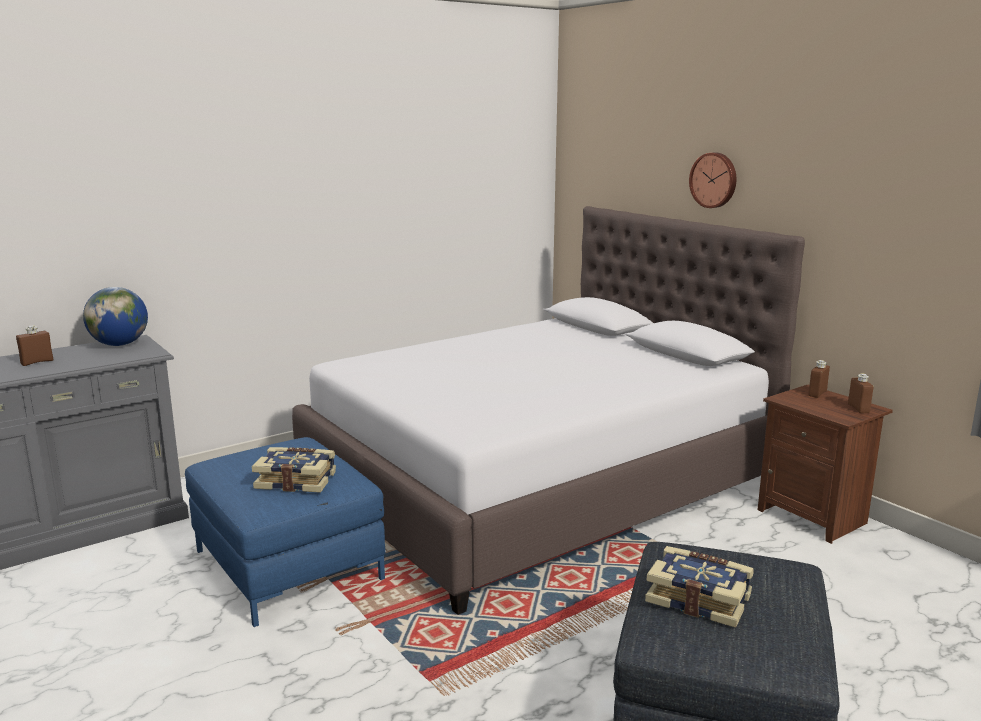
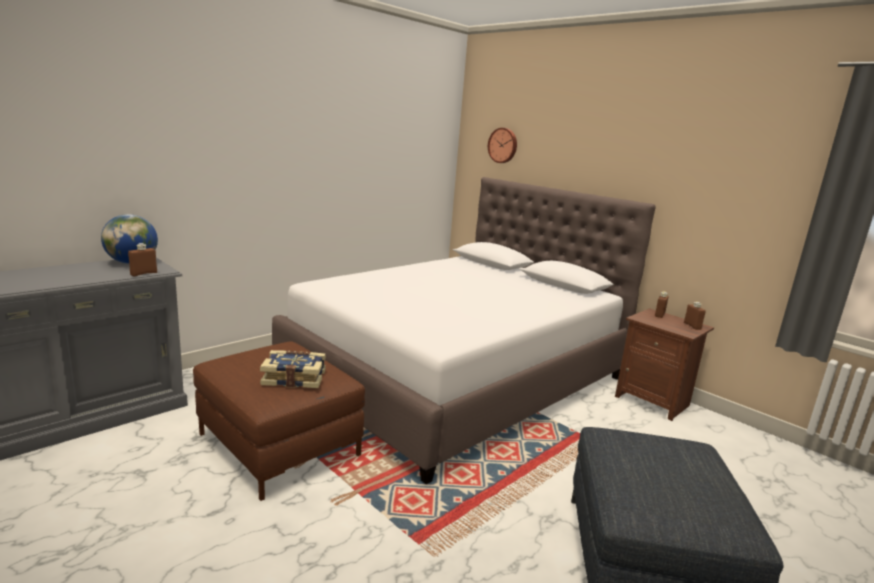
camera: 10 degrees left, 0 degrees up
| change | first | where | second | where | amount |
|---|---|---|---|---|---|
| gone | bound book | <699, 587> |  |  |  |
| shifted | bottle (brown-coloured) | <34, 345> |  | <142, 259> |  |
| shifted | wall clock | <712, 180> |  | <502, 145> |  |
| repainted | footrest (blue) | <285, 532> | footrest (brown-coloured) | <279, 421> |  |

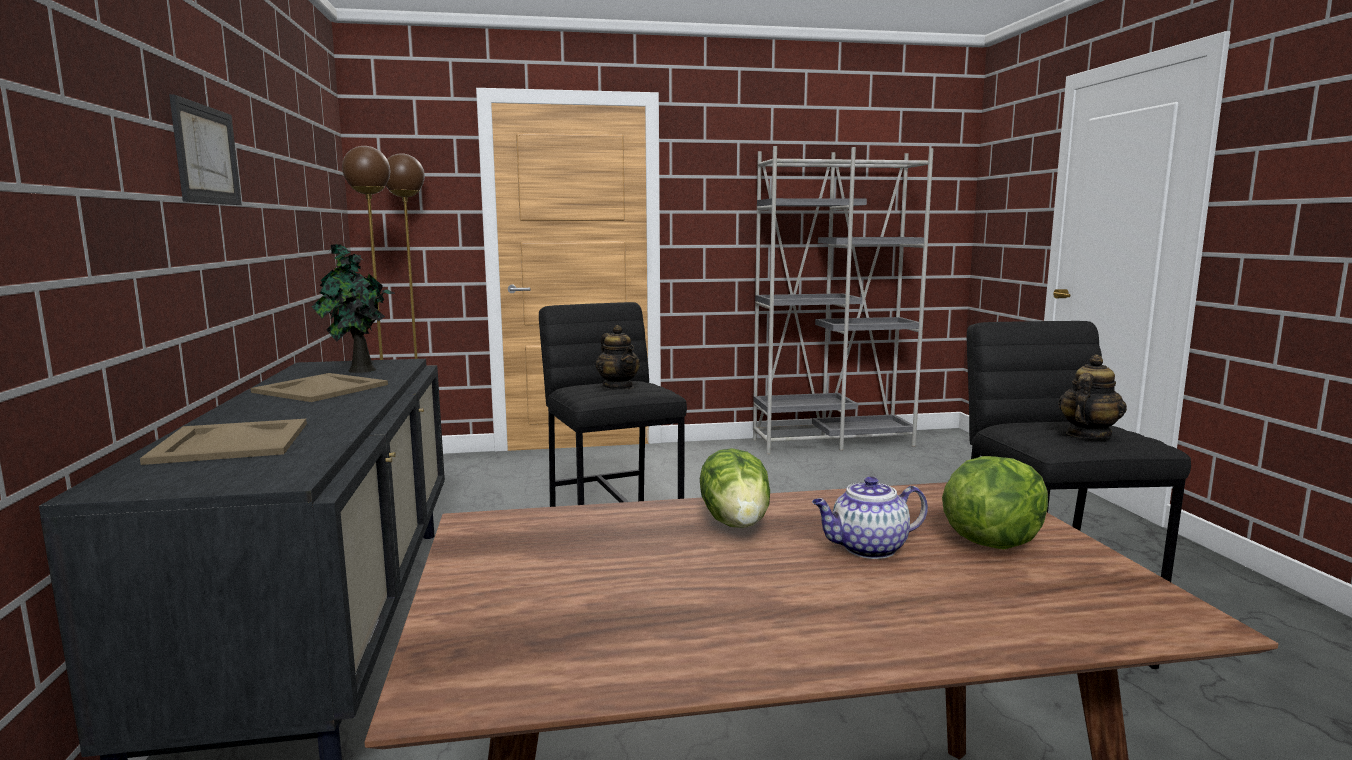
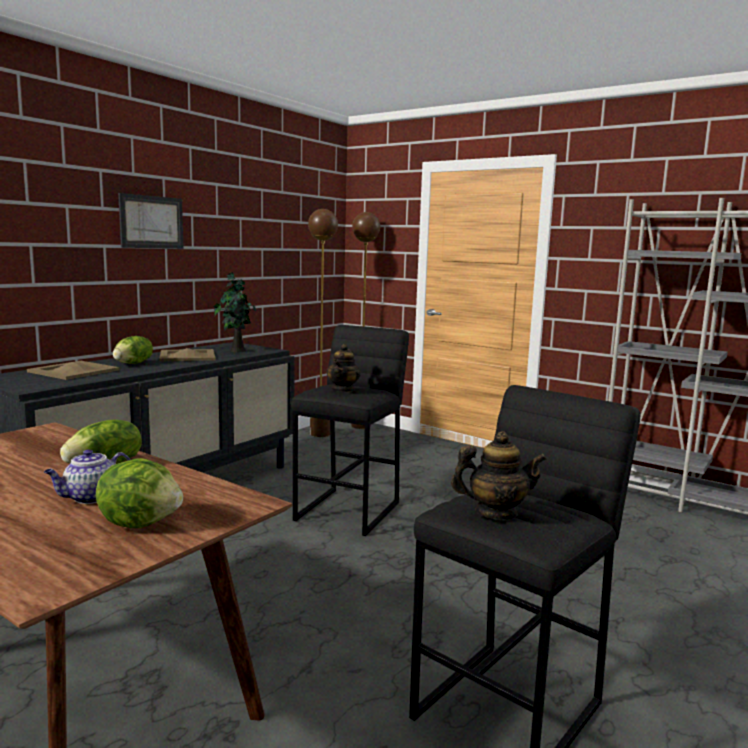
camera: 45 degrees right, 0 degrees up
| change | first | where | second | where | amount |
|---|---|---|---|---|---|
| new |  |  | head of lettuce | <133, 350> |  |
| rotated | tea pot | <870, 517> |  | <87, 476> | 75 degrees counterclockwise |

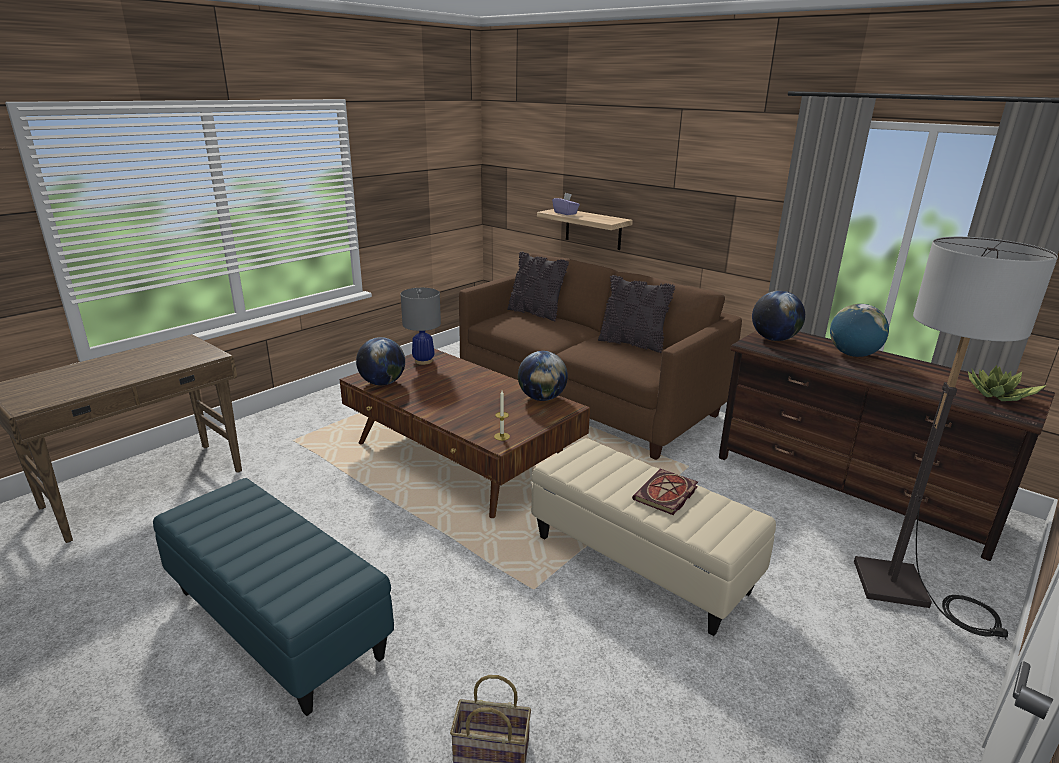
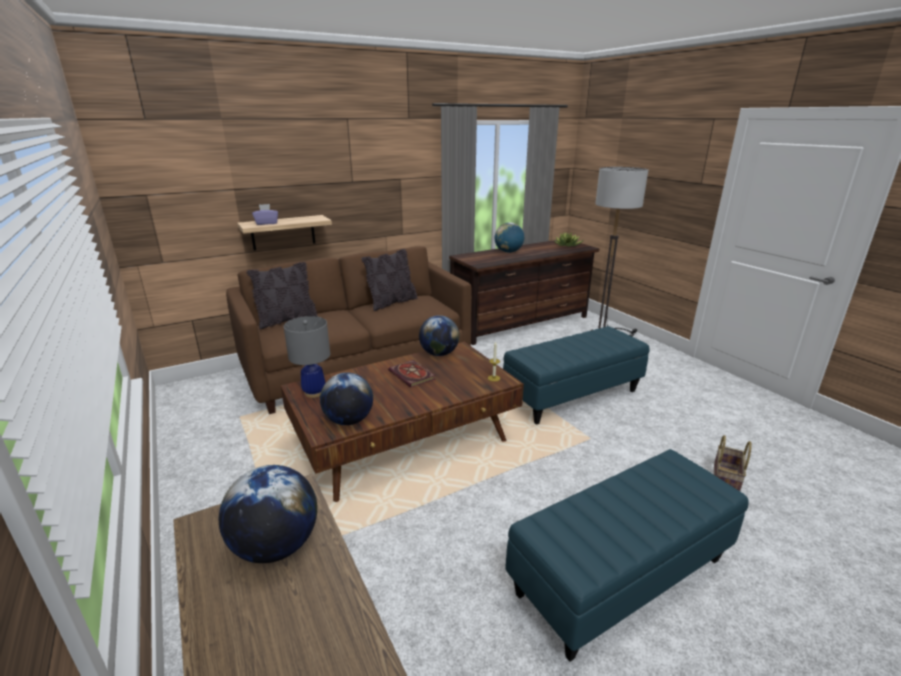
camera: 70 degrees left, 0 degrees up
| change | first | where | second | where | amount |
|---|---|---|---|---|---|
| shifted | bound book | <665, 492> |  | <411, 374> |  |
| shifted | world globe | <778, 316> |  | <268, 514> |  |
| repainted | footrest (sand-coloured) | <653, 537> | footrest (blue) | <576, 375> |  |

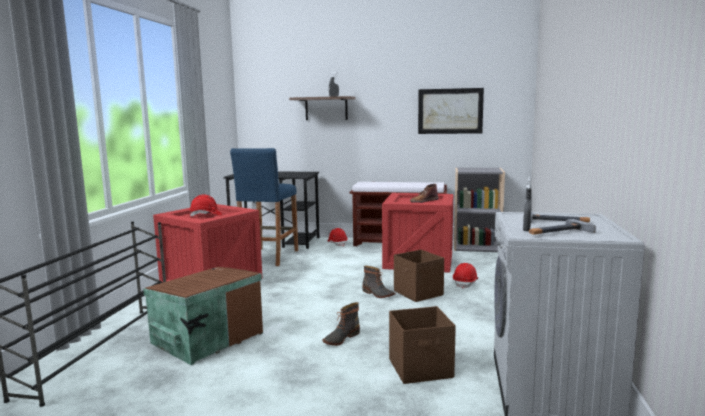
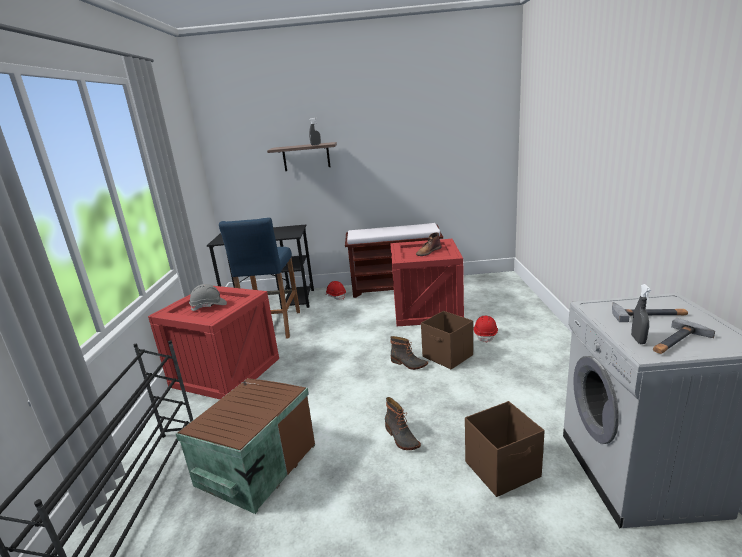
camera: 10 degrees left, 10 degrees up
| change | first | where | second | where | amount |
|---|---|---|---|---|---|
| gone | wall picture | <451, 111> |  |  |  |
| gone | shelving unit (greyish) | <479, 210> |  |  |  |
| repainted | work helmet (red-coloured) | <205, 205> | work helmet (greyish) | <208, 297> |  |
| rotated | boot | <341, 324> |  | <403, 423> | 60 degrees counterclockwise |

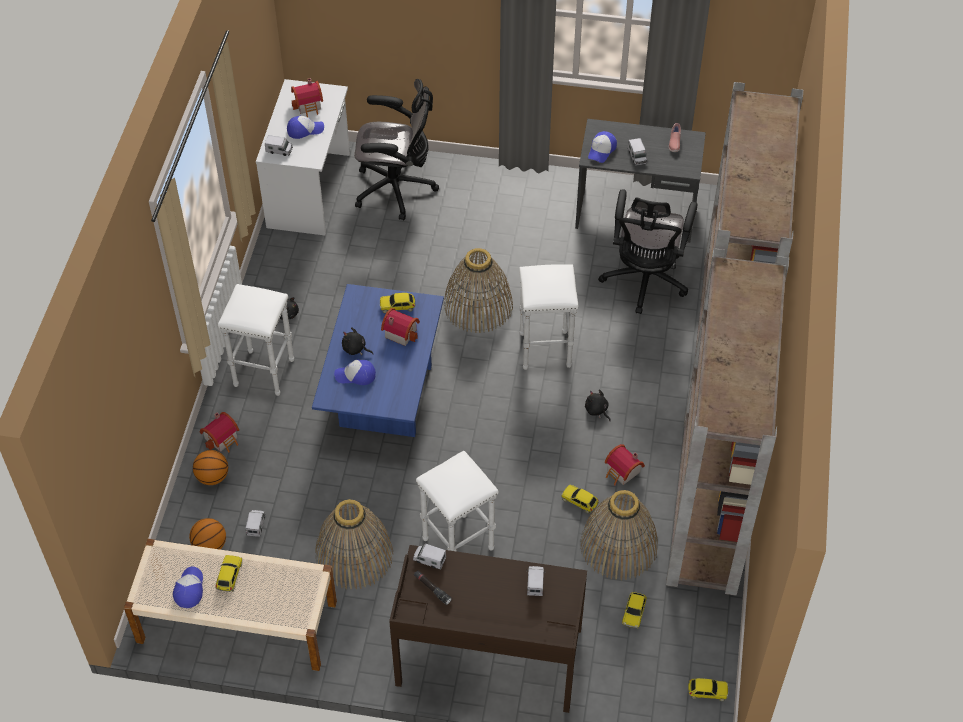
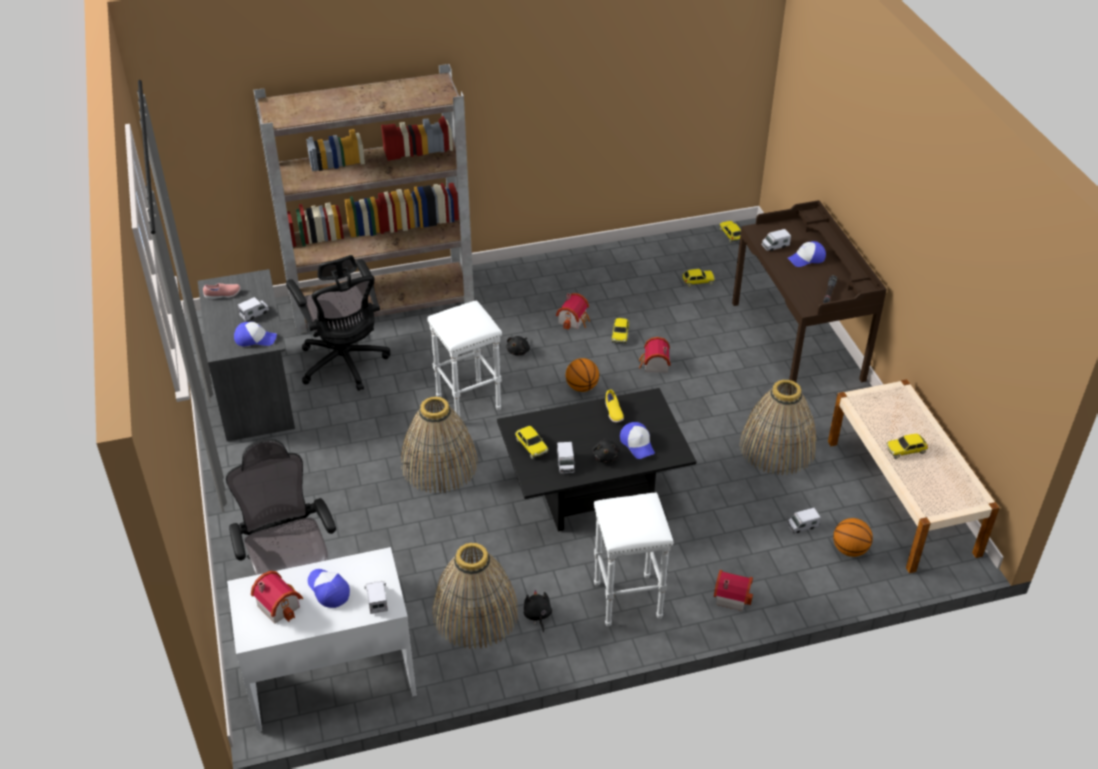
camera: 115 degrees left, 10 degrees down
| change | first | where | second | where | amount |
|---|---|---|---|---|---|
| gone | sitting stool (white) | <457, 501> |  |  |  |
| gone | shelving unit (brown-coloured) | <727, 422> |  |  |  |
| new |  |  | item of footwear (yellowish) | <614, 406> |  |
| shifted | baseball cap | <188, 587> |  | <807, 254> |  |
| shifted | basketball ball | <210, 467> |  | <582, 375> |  |
| shifted | miniature house | <400, 327> |  | <655, 355> |  |
| shifted | model truck | <429, 556> |  | <566, 458> |  |
| shifted | household basket | <619, 535> |  | <475, 596> |  |
| repainted | lounge table (blue) | <378, 360> | lounge table (black-coloured) | <596, 459> |  |
| rotated | computer chair | <647, 251> |  | <338, 323> | 75 degrees clockwise |

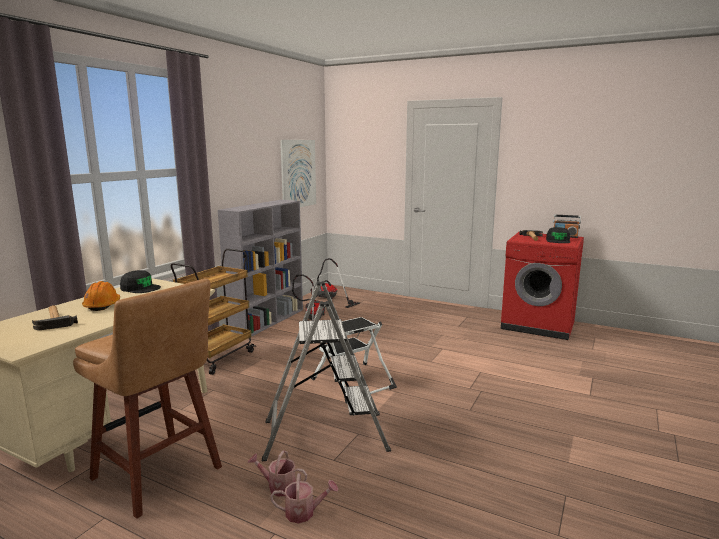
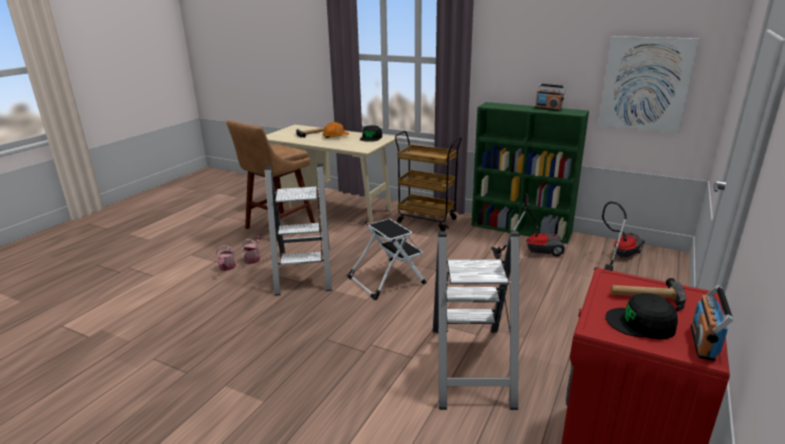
camera: 90 degrees right, 10 degrees up
| change | first | where | second | where | amount |
|---|---|---|---|---|---|
| new |  |  | stepladder (greyish) | <476, 320> |  |
| new |  |  | radio | <550, 97> |  |
| repainted | shelving unit (greyish) | <260, 268> | shelving unit (green) | <530, 173> |  |

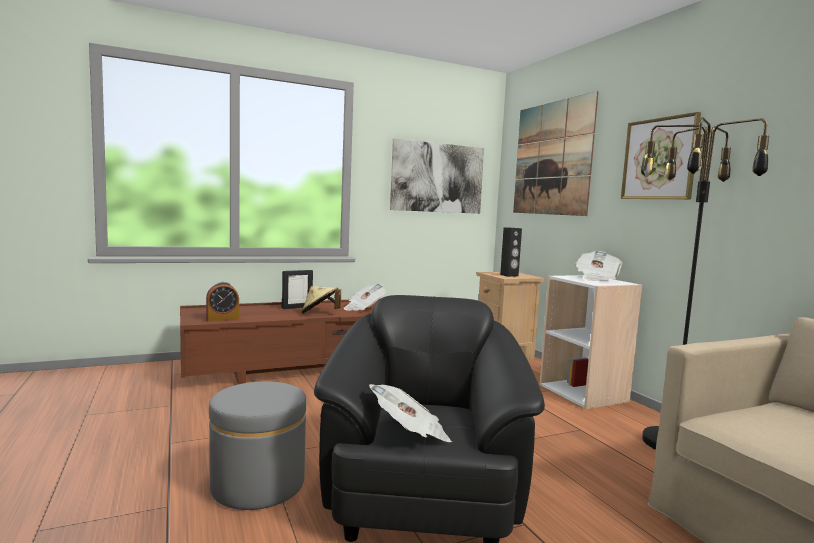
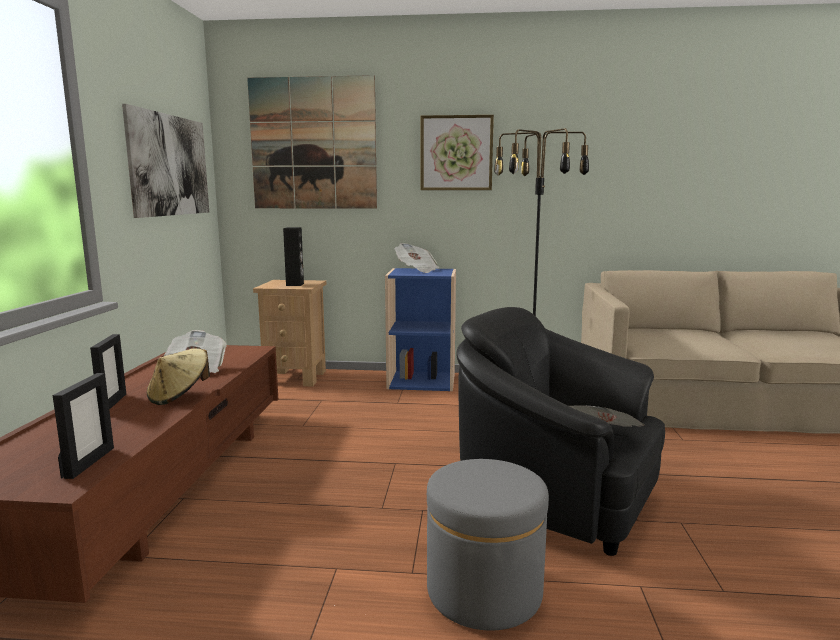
camera: 60 degrees left, 5 degrees up
| change | first | where | second | where | amount |
|---|---|---|---|---|---|
| swapped | bedside clock | <222, 301> | photo frame | <83, 426> |  |
| repainted | shelving unit (white) | <590, 342> | shelving unit (blue) | <420, 329> |  |

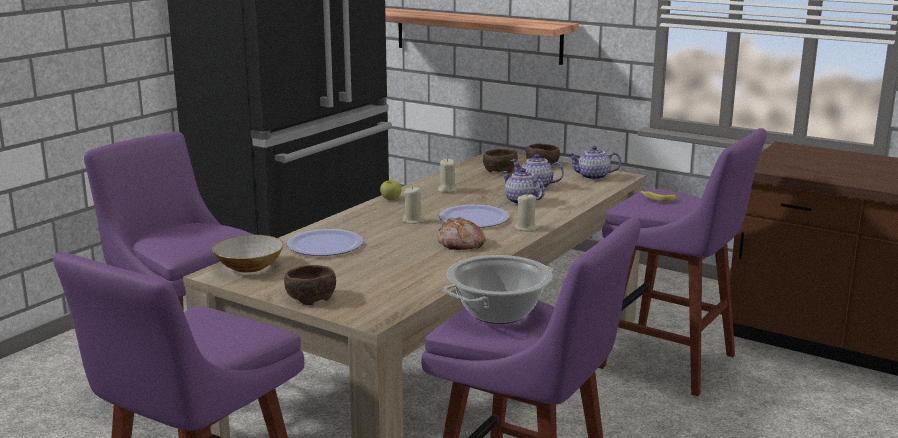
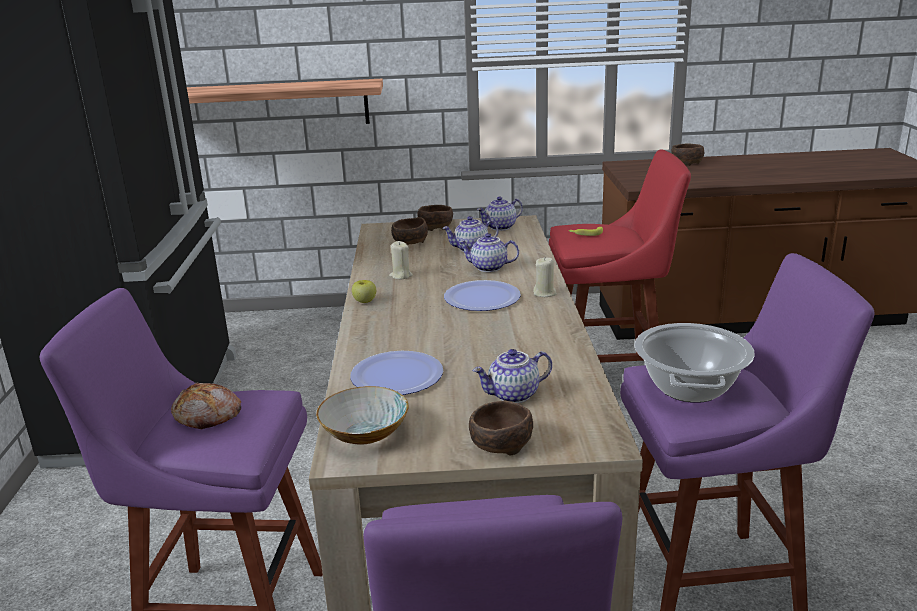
camera: 35 degrees left, 5 degrees up
| change | first | where | second | where | amount |
|---|---|---|---|---|---|
| gone | candle (sand-coloured) | <413, 205> |  |  |  |
| new |  |  | tea pot | <512, 376> |  |
| new |  |  | bowl (brown-coloured) | <687, 155> |  |
| shifted | bread | <461, 233> |  | <206, 406> |  |
| repainted | sitting stool (purple) | <683, 262> | sitting stool (red-coloured) | <620, 256> |  |

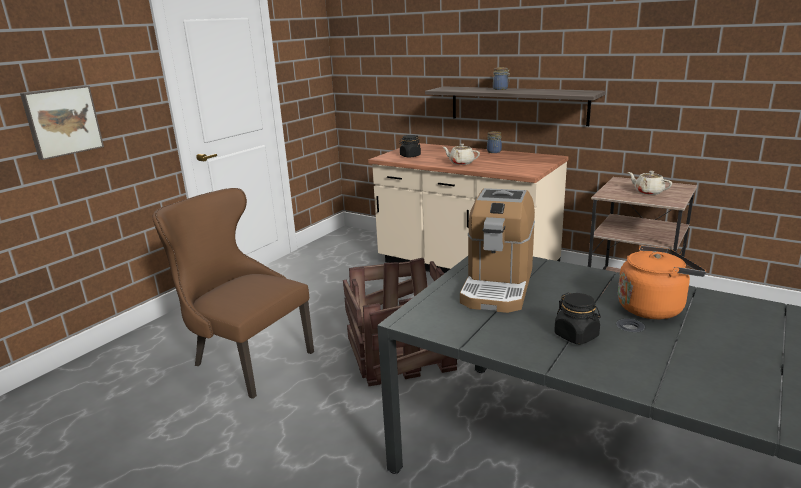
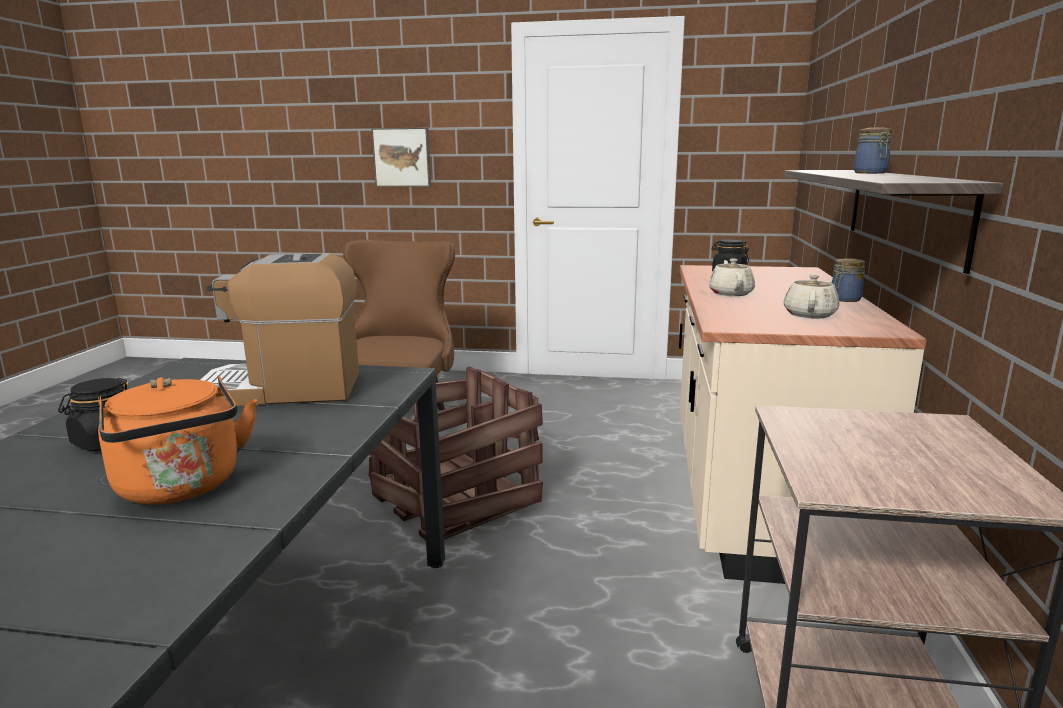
camera: 65 degrees right, 5 degrees down
| change | first | where | second | where | amount |
|---|---|---|---|---|---|
| shifted | tea pot (sand-coloured) | <650, 183> |  | <811, 297> |  |

